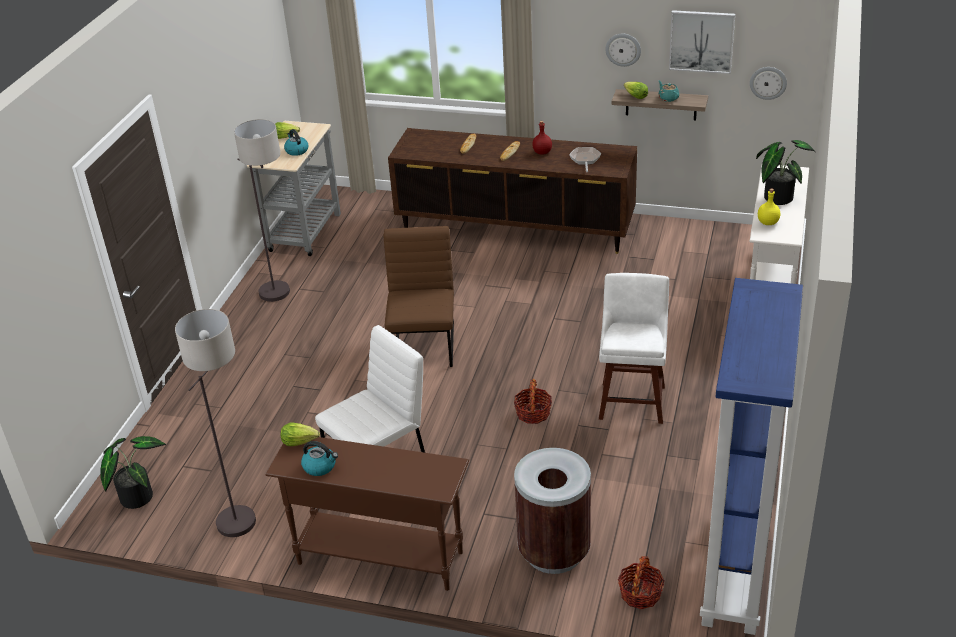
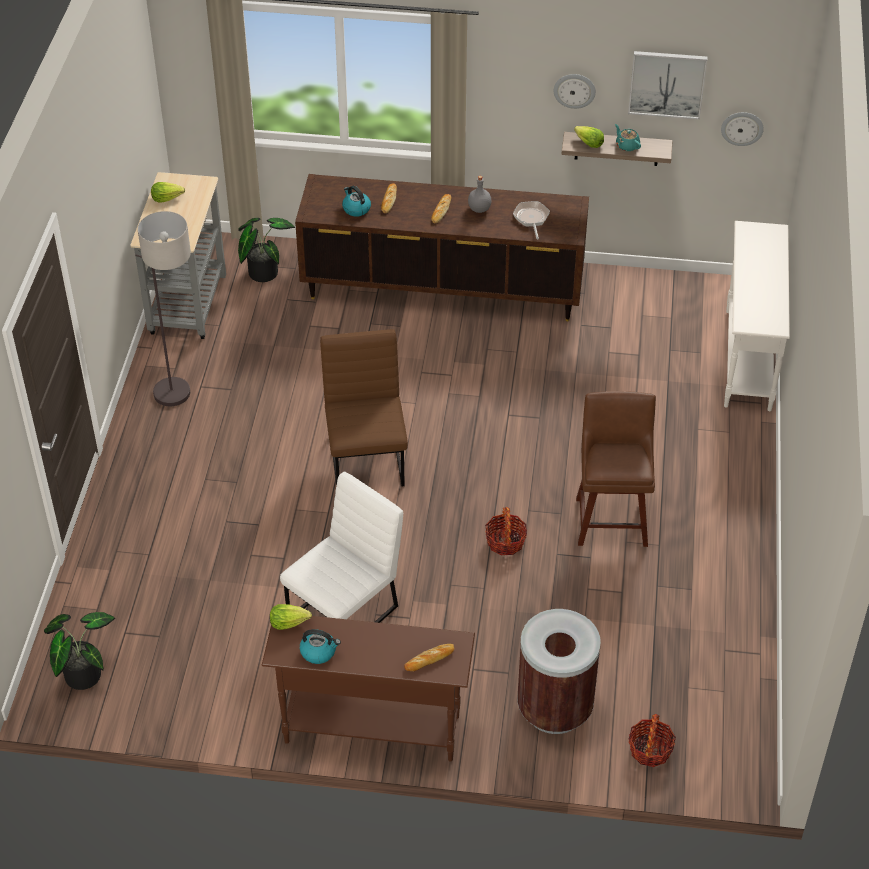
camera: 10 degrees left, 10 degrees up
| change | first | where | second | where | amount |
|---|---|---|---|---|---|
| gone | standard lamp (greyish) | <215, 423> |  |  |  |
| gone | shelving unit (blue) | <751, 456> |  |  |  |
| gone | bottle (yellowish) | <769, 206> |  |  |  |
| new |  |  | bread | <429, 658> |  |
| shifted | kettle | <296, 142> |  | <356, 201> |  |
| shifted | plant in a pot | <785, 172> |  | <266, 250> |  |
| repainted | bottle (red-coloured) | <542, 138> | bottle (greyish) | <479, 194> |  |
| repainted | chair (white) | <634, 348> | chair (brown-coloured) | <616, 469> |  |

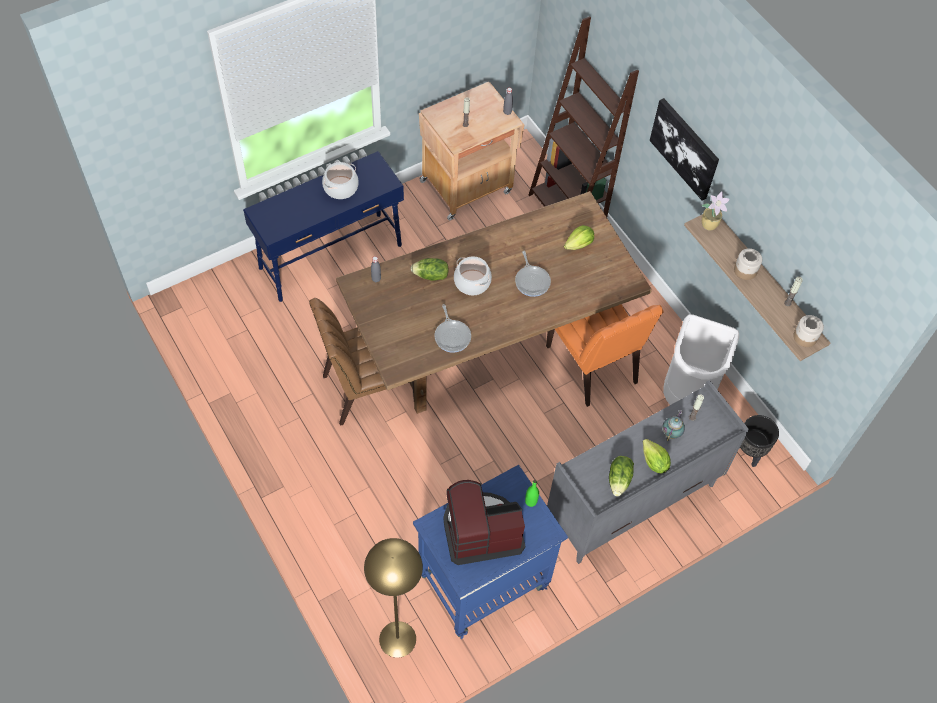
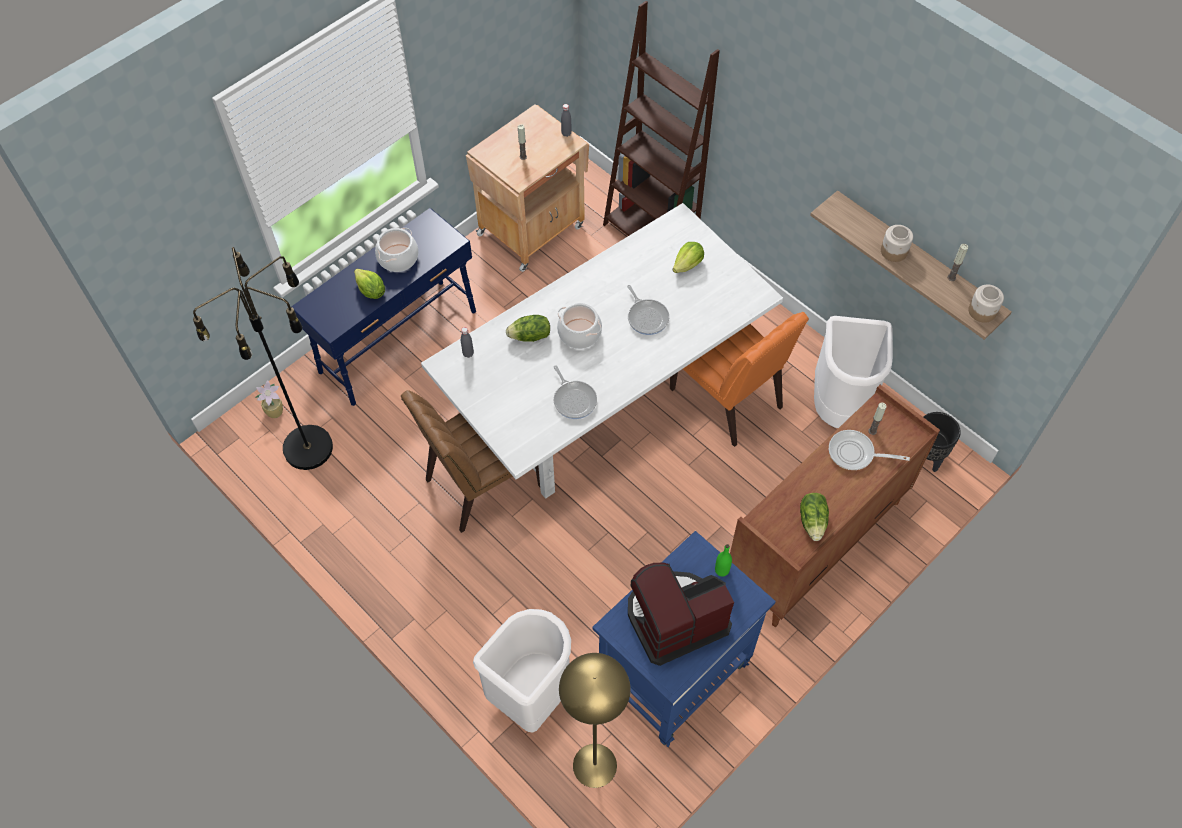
camera: 10 degrees left, 0 degrees up
| change | first | where | second | where | amount |
|---|---|---|---|---|---|
| gone | wall picture | <684, 149> |  |  |  |
| new |  |  | standard lamp | <263, 358> |  |
| new |  |  | waste bin (white) | <522, 671> |  |
| shifted | head of lettuce | <657, 456> |  | <369, 284> |  |
| shifted | plant in a pot | <716, 211> |  | <269, 399> |  |
| swapped | tea pot | <673, 425> | pan | <869, 450> |  |
| repainted | dinner table (brown-coloured) | <494, 302> | dinner table (white) | <602, 351> |  |
| repainted | cupboard (greyish) | <648, 472> | cupboard (brown-coloured) | <835, 506> |  |

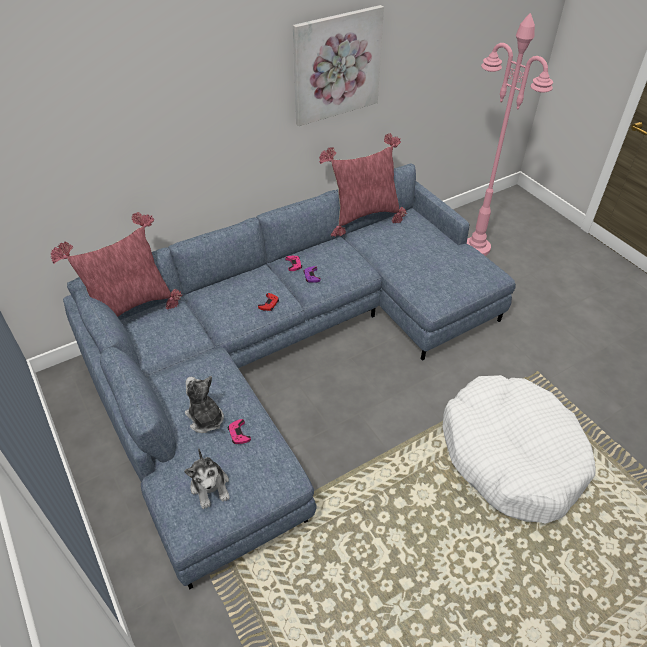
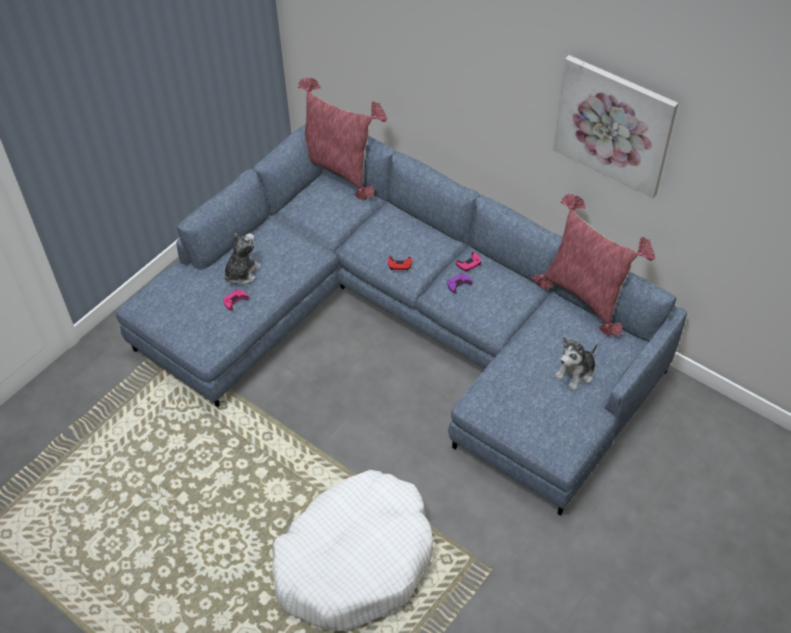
camera: 70 degrees right, 5 degrees up
| change | first | where | second | where | amount |
|---|---|---|---|---|---|
| gone | standard lamp (pink) | <510, 134> |  |  |  |
| shifted | soft toy | <207, 478> |  | <575, 364> |  |

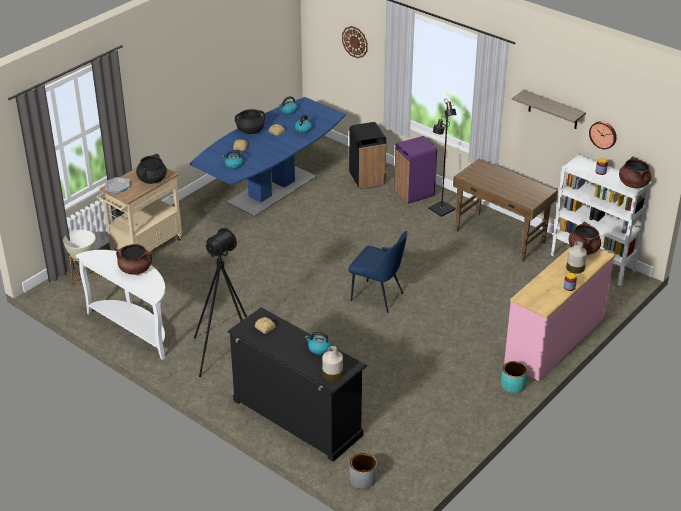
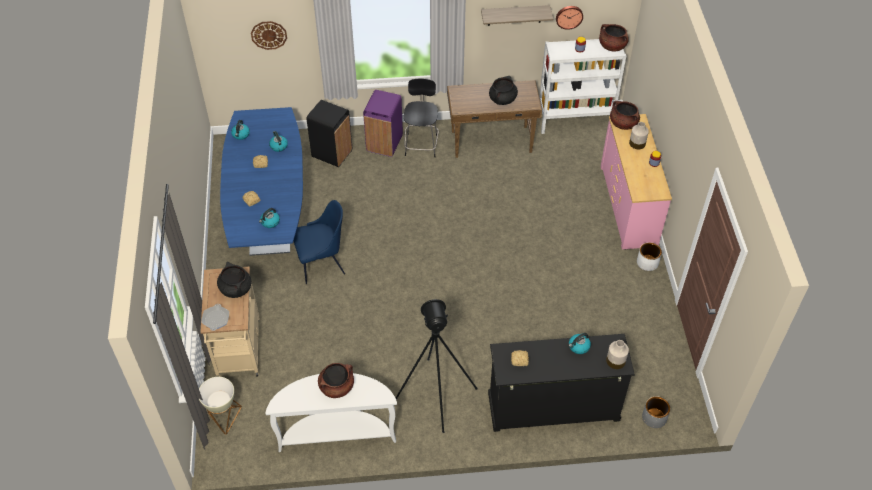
camera: 45 degrees left, 15 degrees up
| change | first | where | second | where | amount |
|---|---|---|---|---|---|
| shifted | cooking pot (black-coloured) | <250, 121> |  | <503, 90> |  |
| shifted | chair (blue) | <378, 272> |  | <319, 242> |  |
| swapped | standard lamp (black-coloured) | <442, 158> | chair (black-coloured) | <421, 117> |  |
| repainted | plant pot (blue-green) | <514, 377> | plant pot (white) | <649, 256> |  |

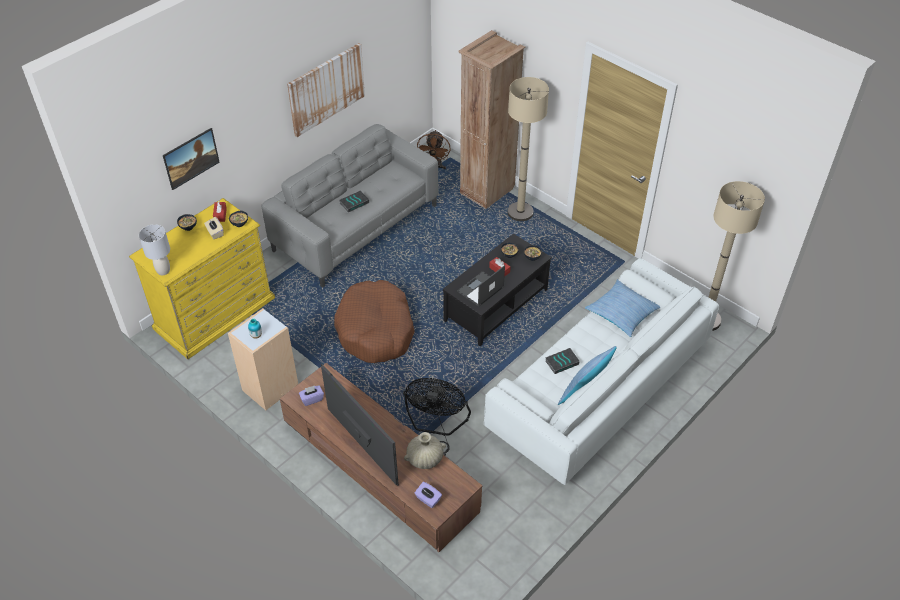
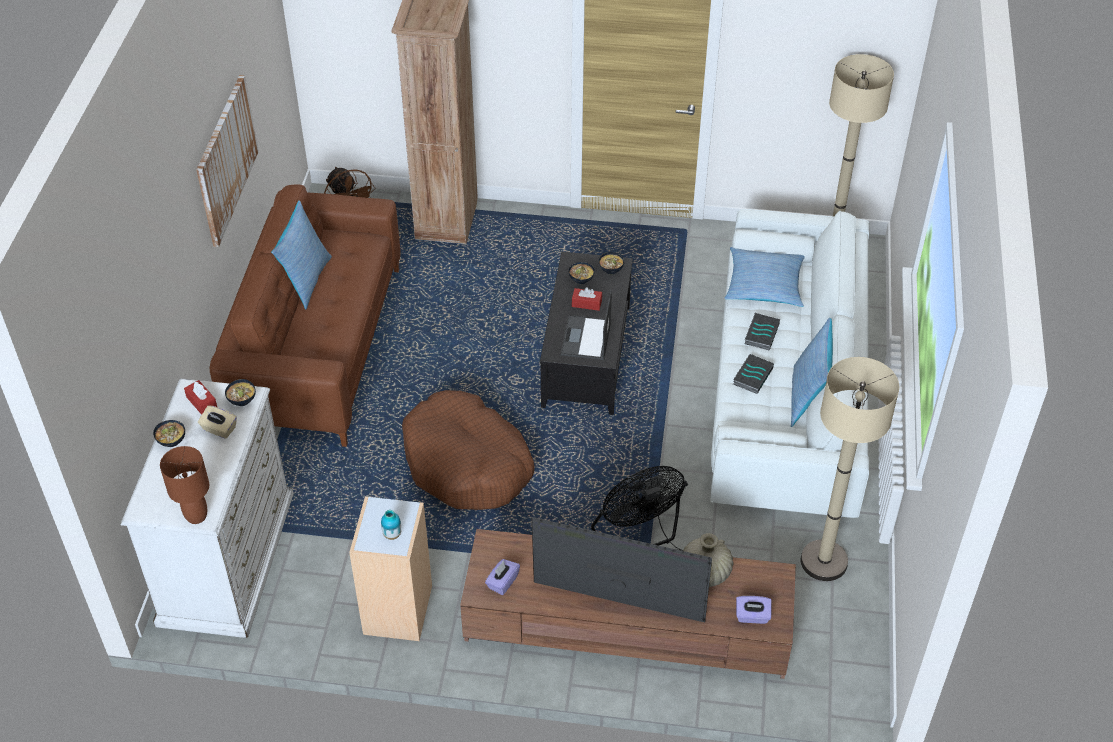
camera: 35 degrees left, 0 degrees up
| change | first | where | second | where | amount |
|---|---|---|---|---|---|
| gone | wall picture | <191, 159> |  |  |  |
| new |  |  | throw pillow | <301, 255> |  |
| shifted | bound book | <354, 201> |  | <762, 331> |  |
| shifted | standard lamp (sand-coloured) | <528, 149> |  | <849, 469> |  |
| repainted | chest of drawers (yellowish) | <202, 278> | chest of drawers (white) | <207, 508> |  |
| repainted | lamp for a table (greyish) | <154, 249> | lamp for a table (brown-coloured) | <184, 485> |  |
| repainted | settee (greyish) | <349, 206> | settee (brown-coloured) | <305, 315> |  |

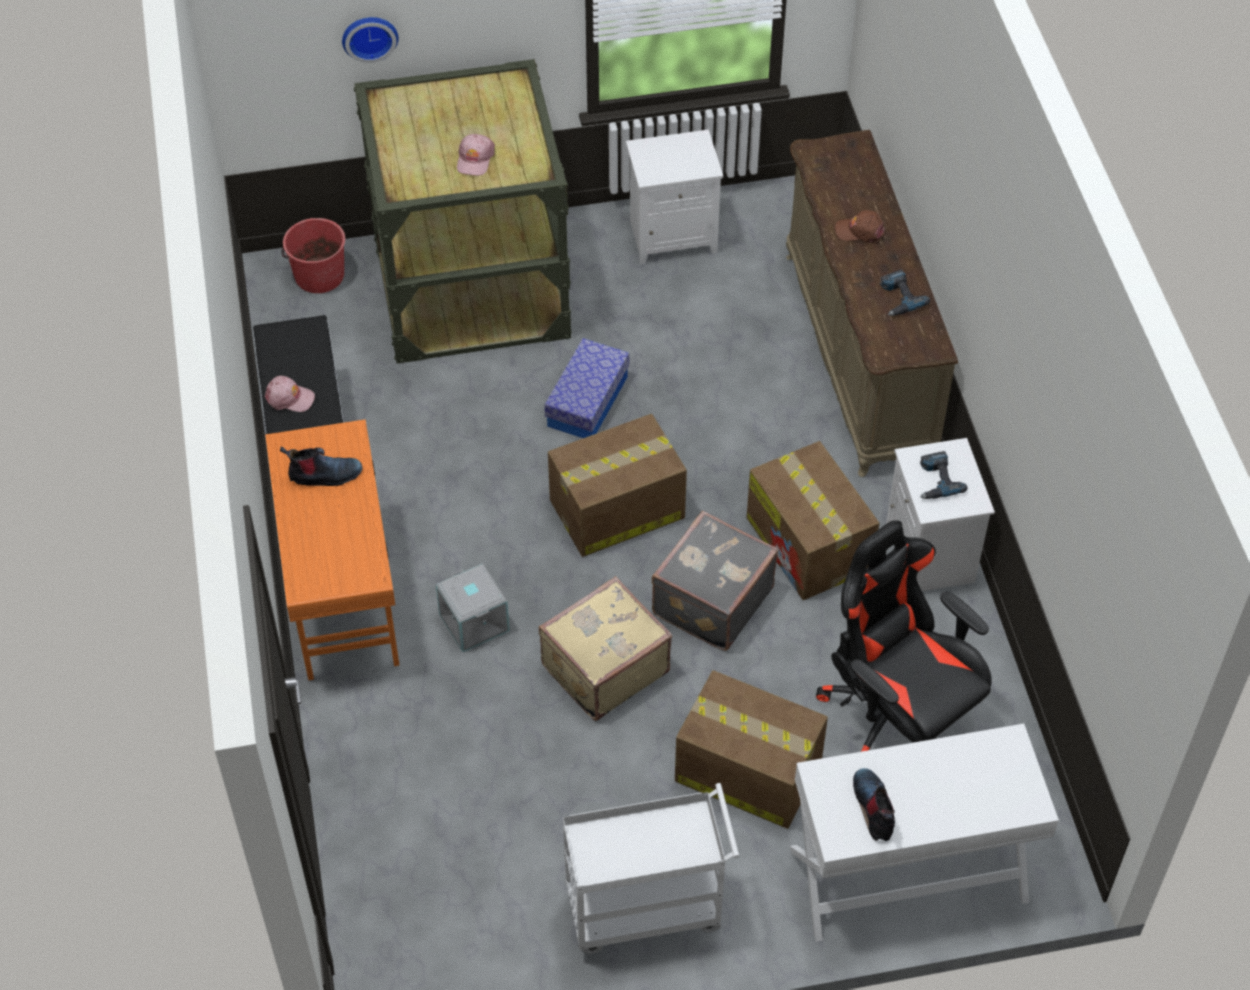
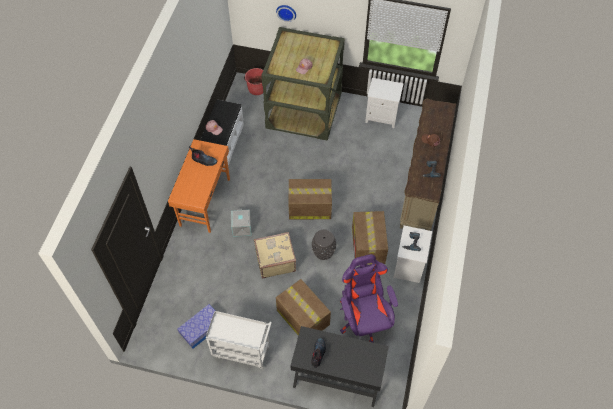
camera: 25 degrees right, 5 degrees up
| change | first | where | second | where | amount |
|---|---|---|---|---|---|
| shifted | storage container | <586, 388> |  | <196, 326> |  |
| swapped | piece of luggage (greyish) | <715, 581> | sitting stool (greyish) | <324, 244> |  |
| repainted | desk (white) | <924, 833> | desk (black-coloured) | <339, 366> |  |
| repainted | computer chair (black-coloured) | <904, 636> | computer chair (purple) | <369, 298> |  |

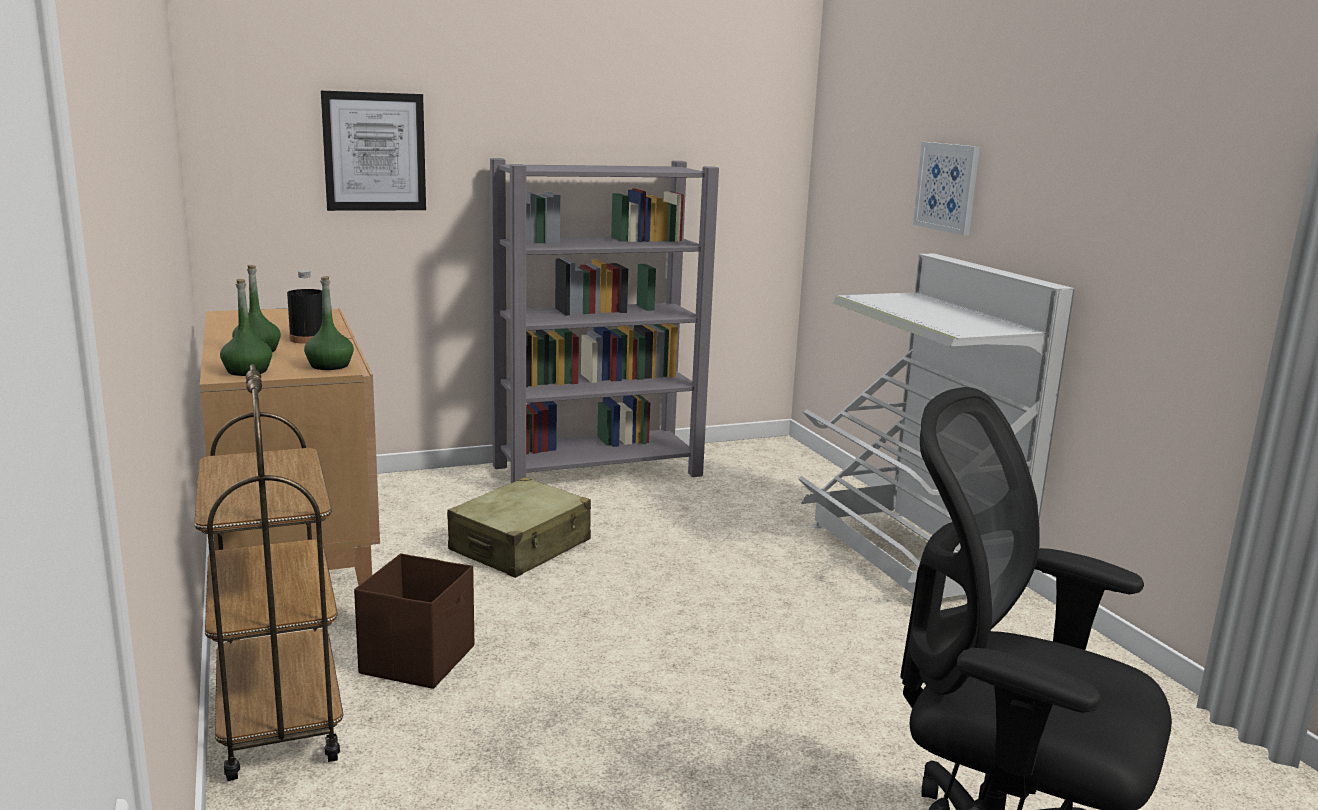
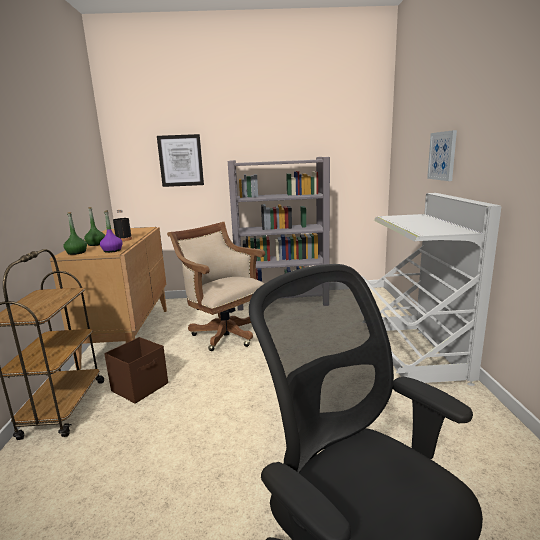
camera: 20 degrees right, 0 degrees up
| change | first | where | second | where | amount |
|---|---|---|---|---|---|
| swapped | piece of luggage (sand-coloured) | <519, 527> | computer chair | <216, 286> |  |
| repainted | bottle (green) | <329, 323> | bottle (purple) | <111, 231> |  |

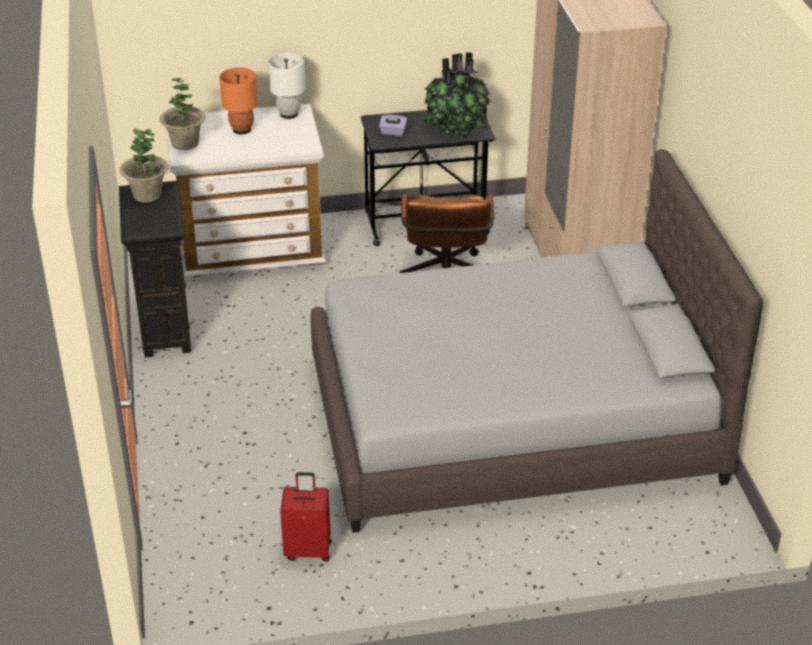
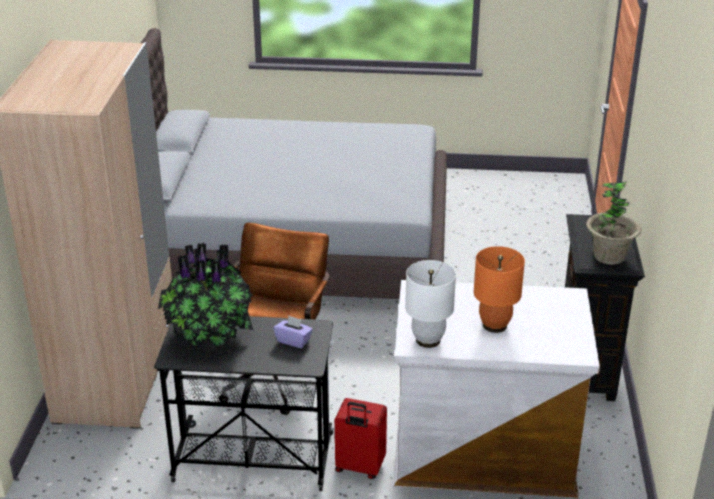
camera: 165 degrees left, 5 degrees down
| change | first | where | second | where | amount |
|---|---|---|---|---|---|
| gone | plant in a pot | <183, 114> |  |  |  |
| shifted | piece of luggage (red-coloured) | <306, 517> |  | <361, 438> |  |

